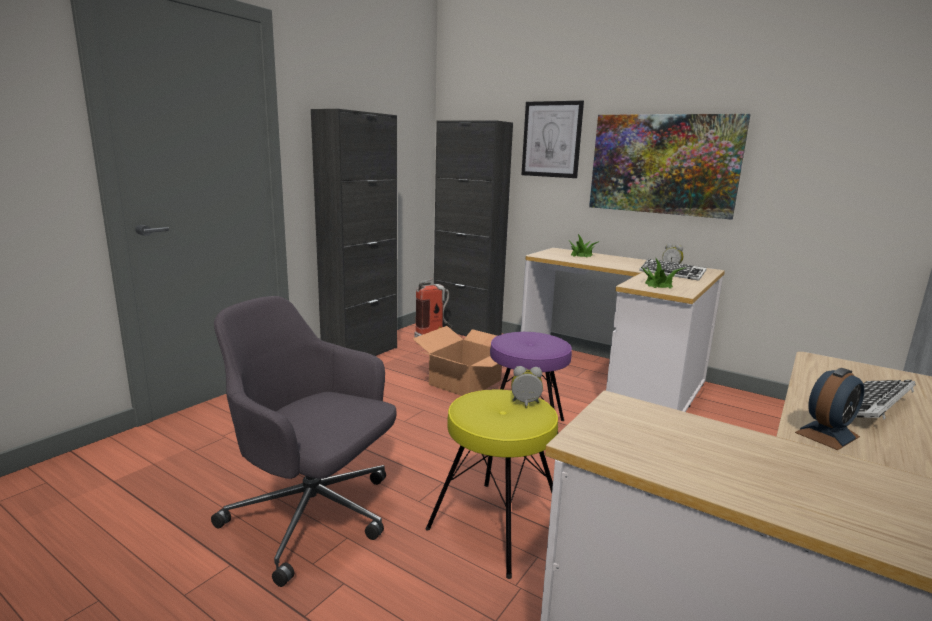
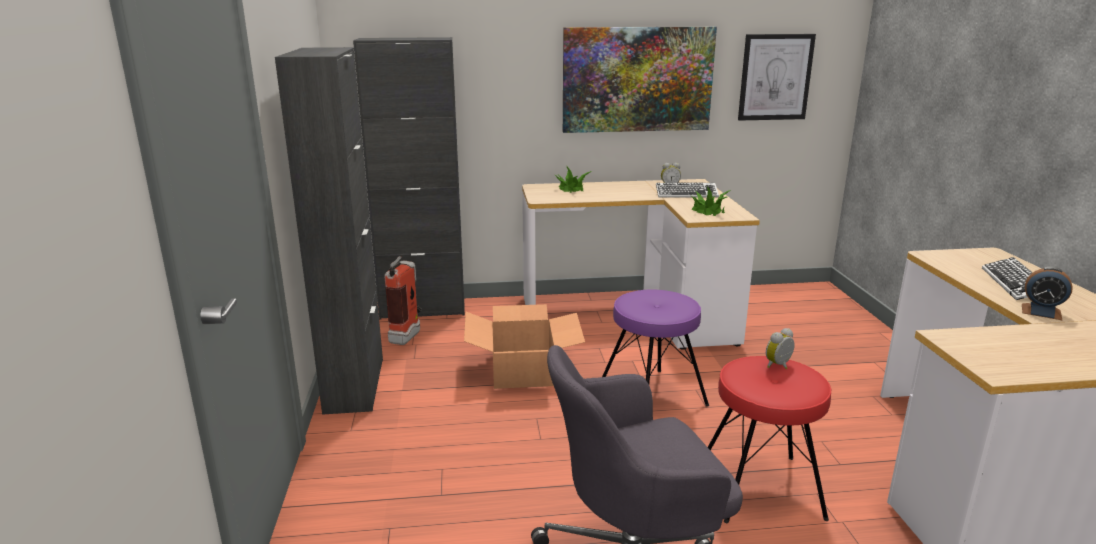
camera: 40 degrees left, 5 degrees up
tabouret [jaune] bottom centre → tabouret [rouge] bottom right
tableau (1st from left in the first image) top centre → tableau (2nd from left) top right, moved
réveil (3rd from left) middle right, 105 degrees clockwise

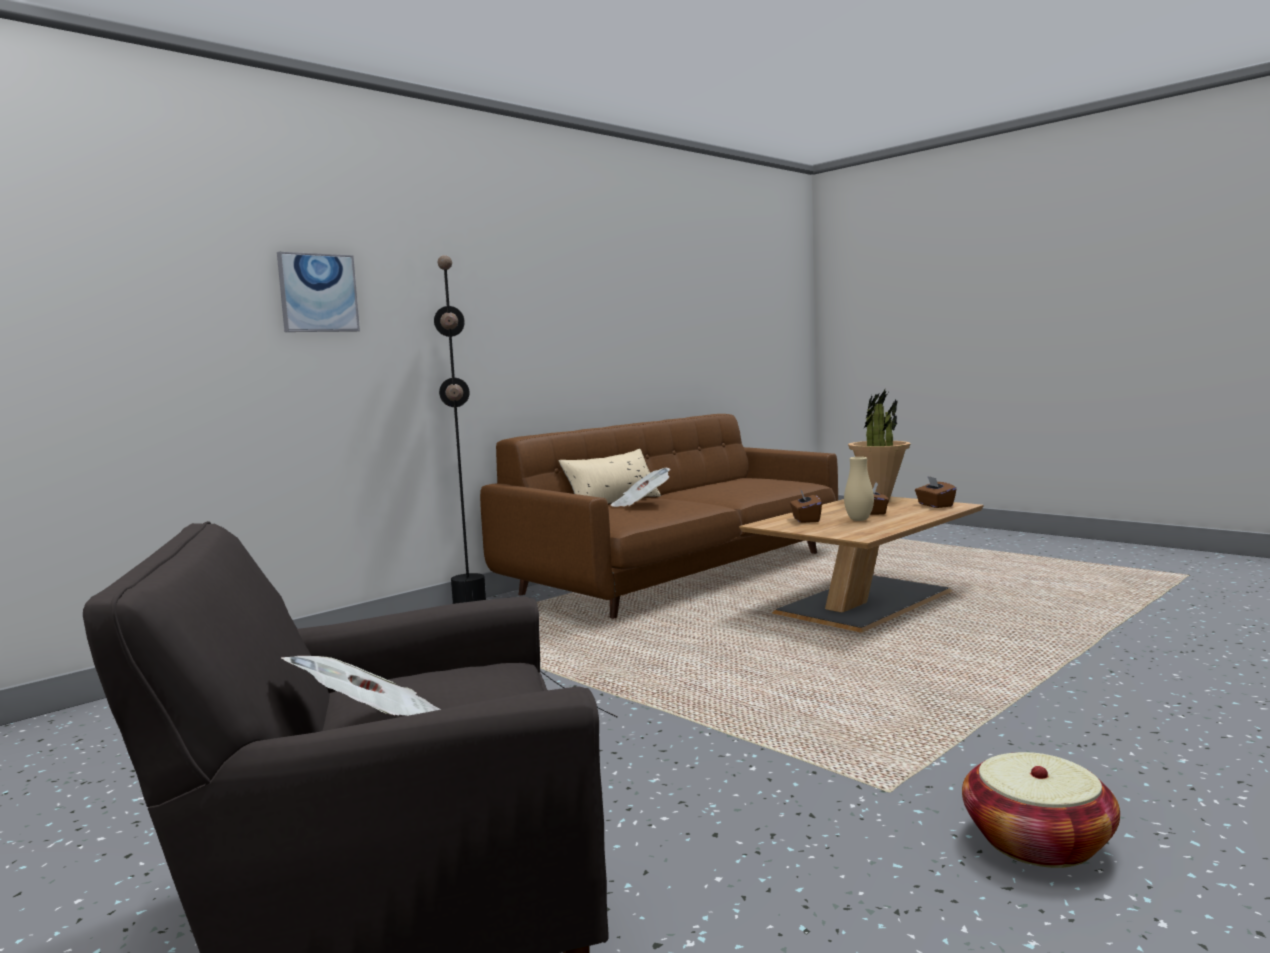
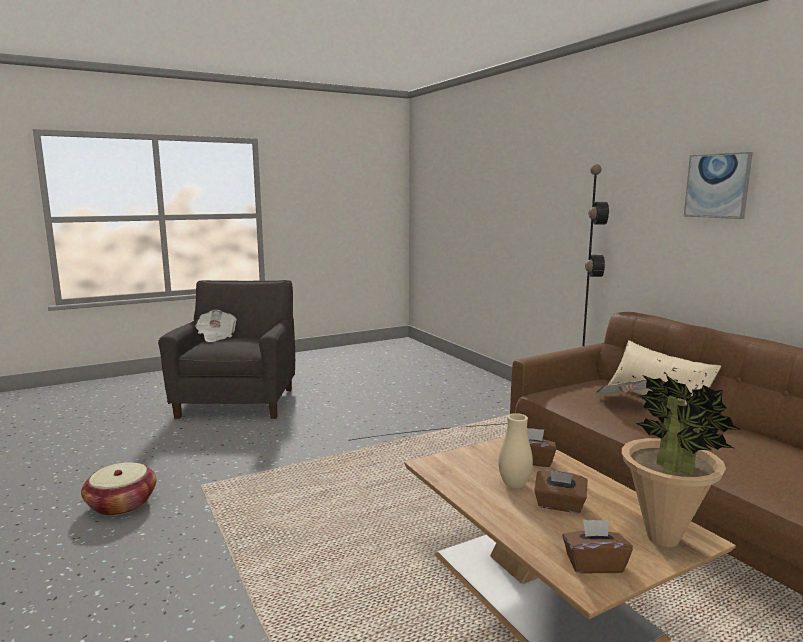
camera: 105 degrees right, 5 degrees up
tableau top left → tableau top right, moved

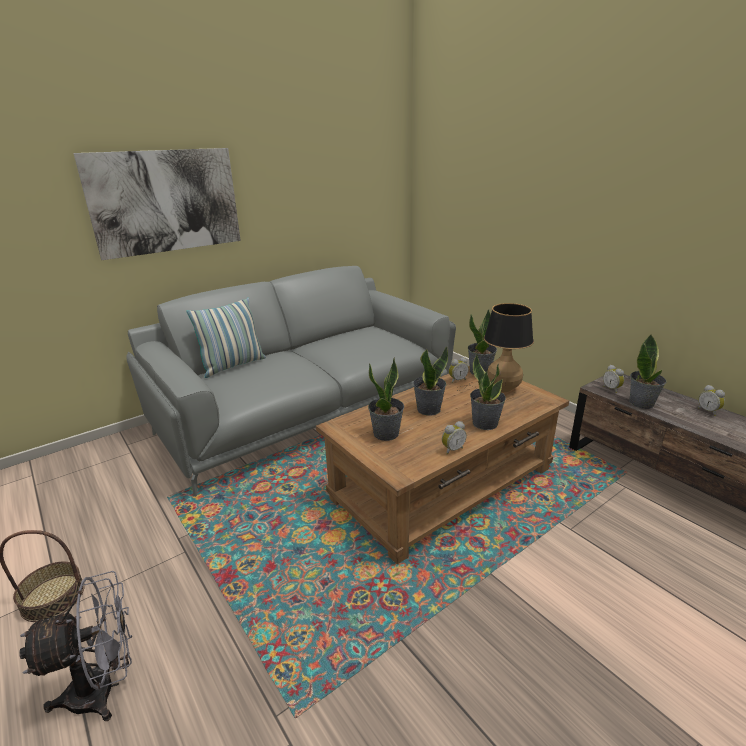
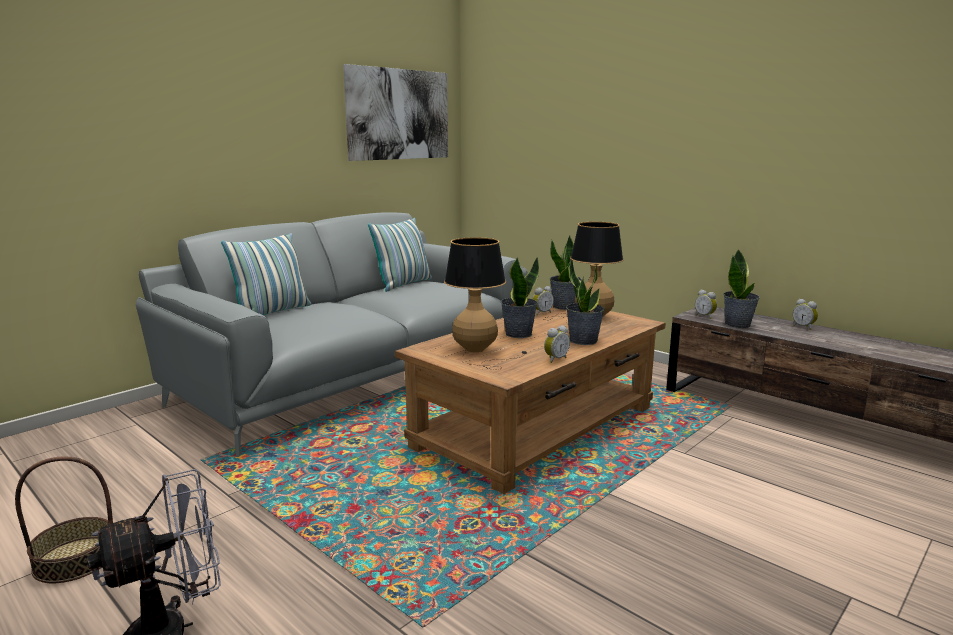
camera: 10 degrees left, 10 degrees down
tableau top left → tableau top centre, moved
plante en pot (1st from left) centre → lampe de table (1st from left) centre
- → coussin (2nd from left) centre

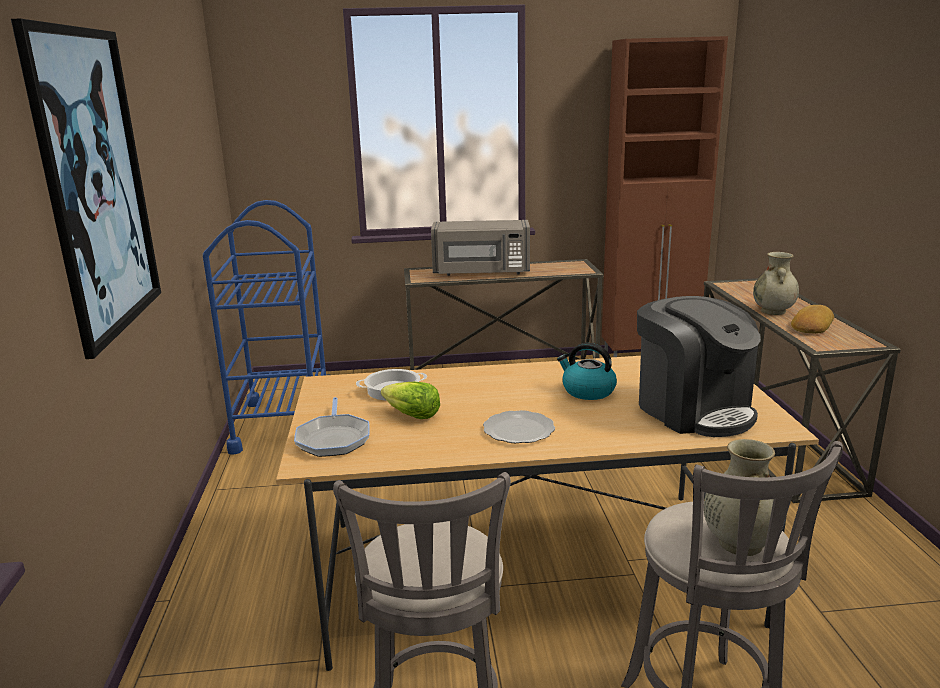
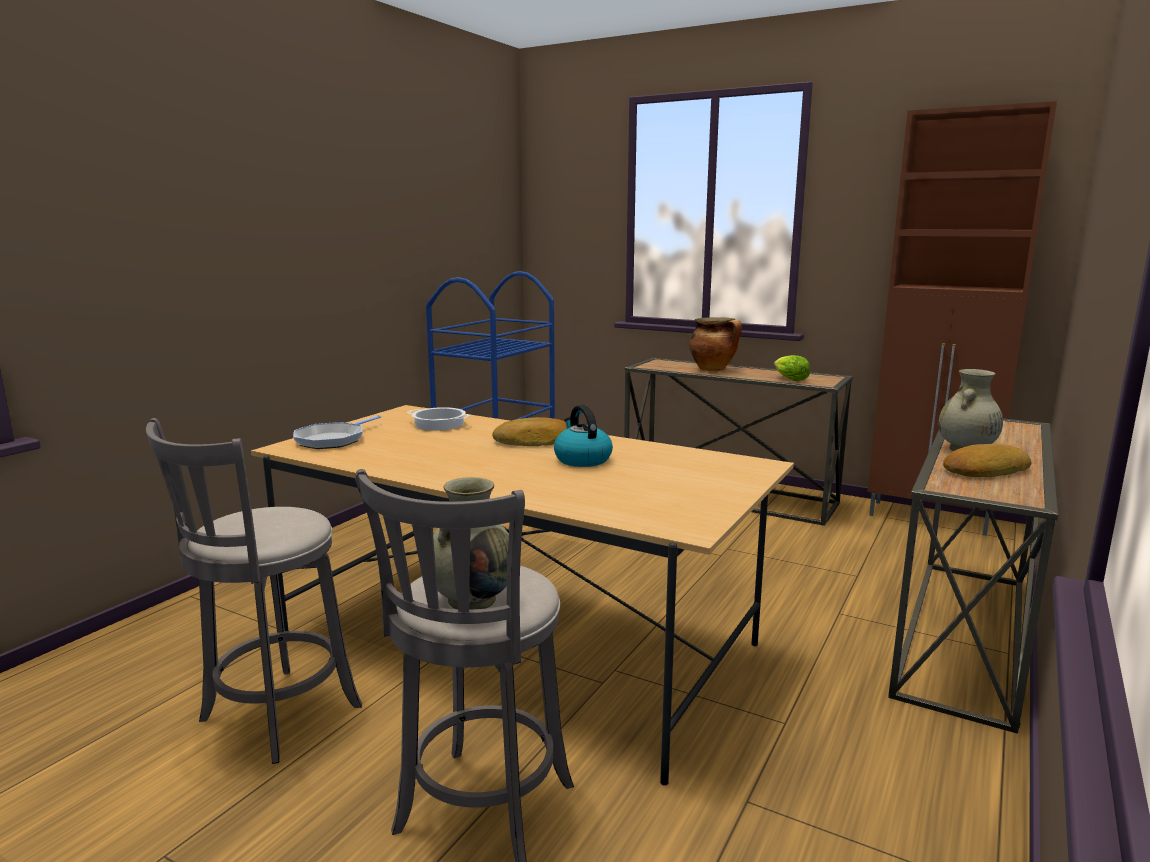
camera: 35 degrees right, 5 degrees down
tableau top left → -
laitue centre → laitue middle right, moved
micro-ondes [gris] centre → marmite (2nd from left) centre
assiette centre → -
machine à café middle right → -
- → pain (1st from left) centre

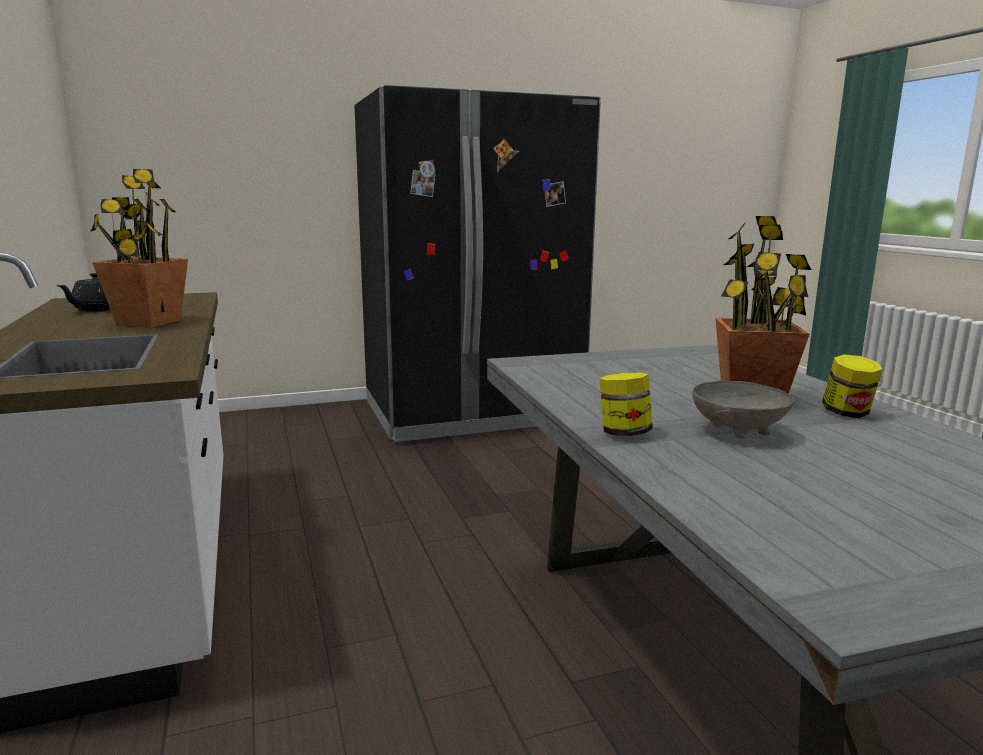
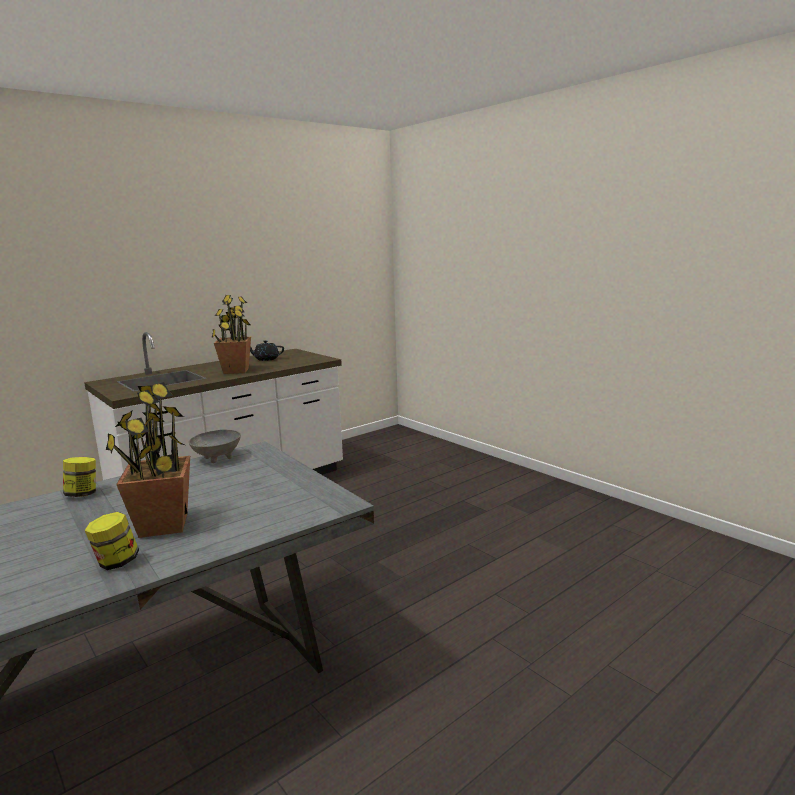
camera: 70 degrees right, 0 degrees up
réfrigérateur [noir] centre → -
bol [gris] middle right → bol [gris] middle left, moved

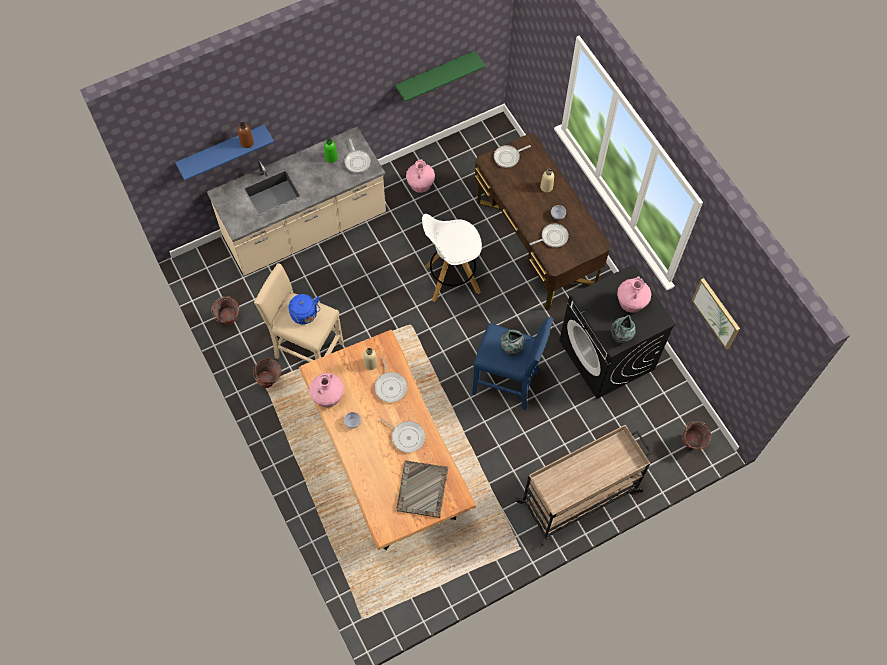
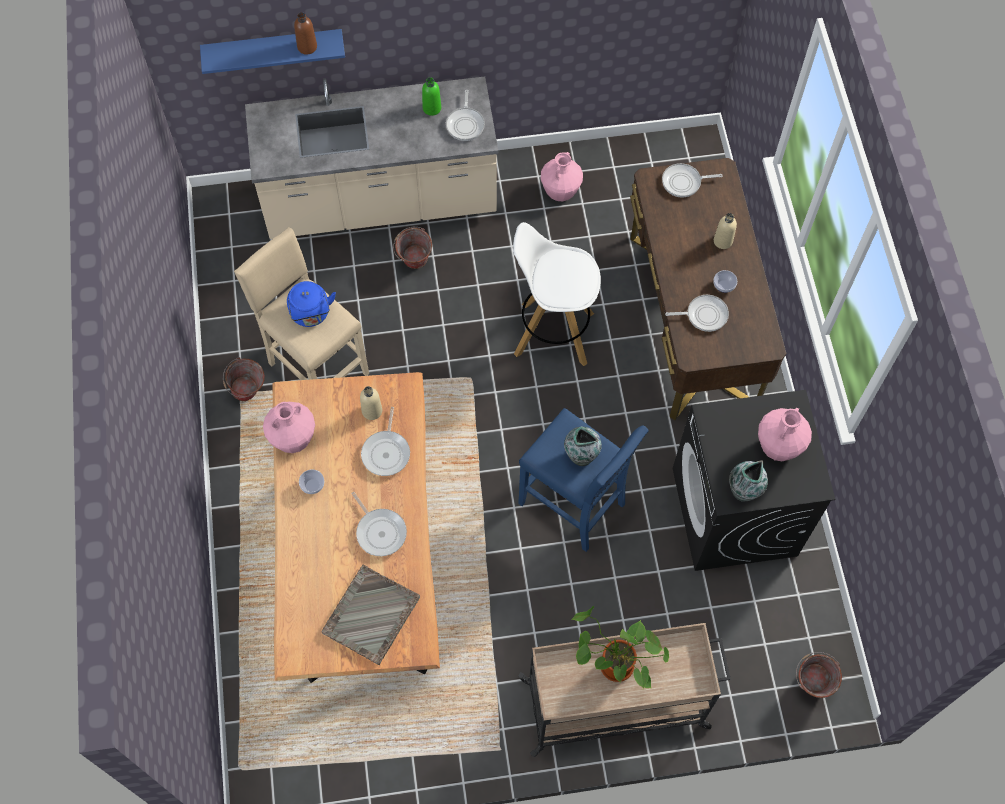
camera: 20 degrees right, 0 degrees up
seau (1st from left in the first image) middle left → seau (2nd from left) top centre, moved
étagère [vert] top centre → -
tableau middle right → -
- → plante en pot bottom centre

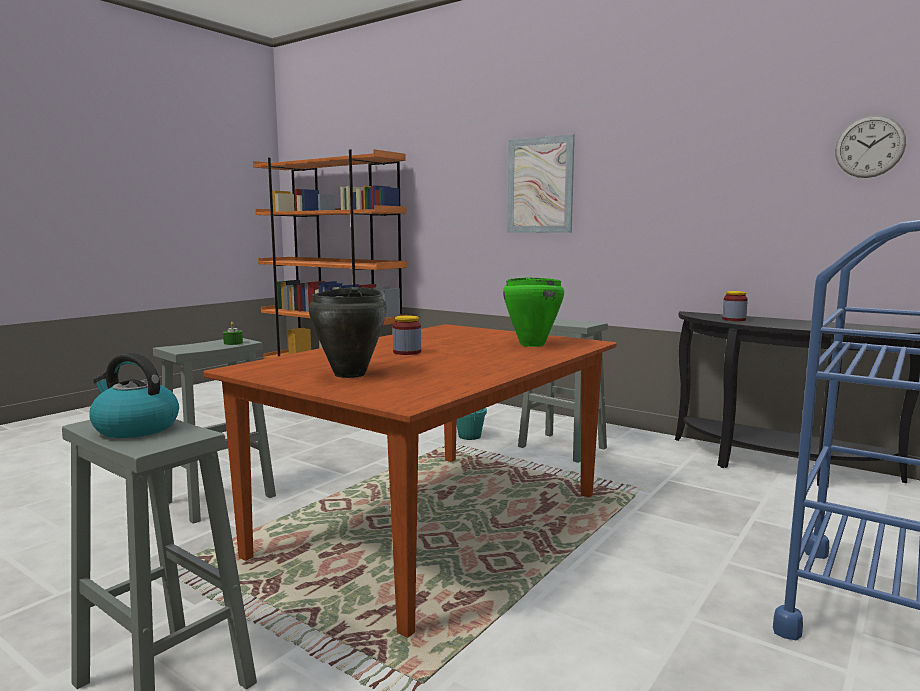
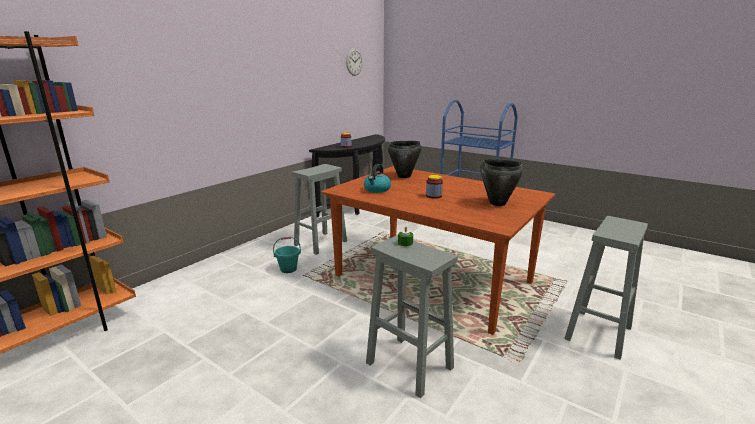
camera: 90 degrees left, 10 degrees up
bouilloire middle left → bouilloire centre, moved
marmite [vert] centre → marmite [noir] (1st from left) centre
tableau top centre → -

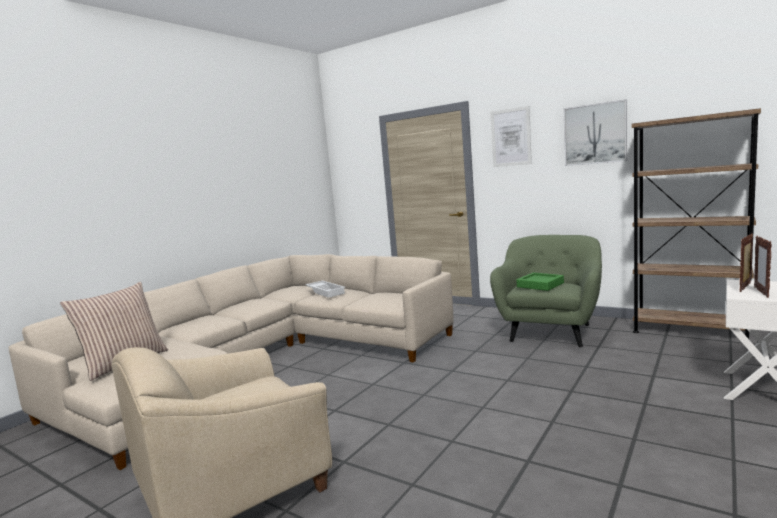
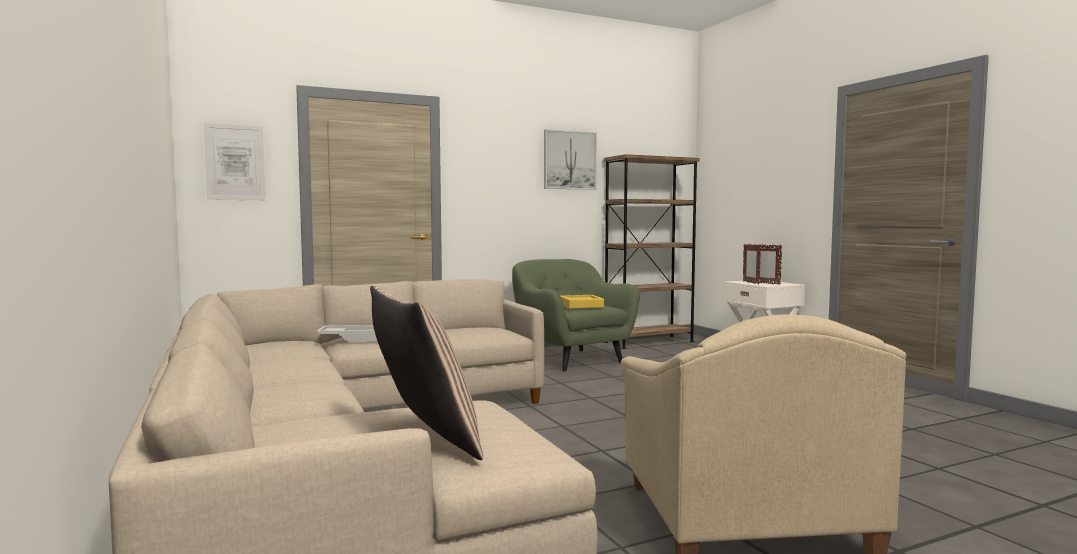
camera: 60 degrees left, 5 degrees down
tableau (1st from left) top centre → tableau (1st from left) top left, moved
plateau [vert] middle right → plateau [jaune] centre

